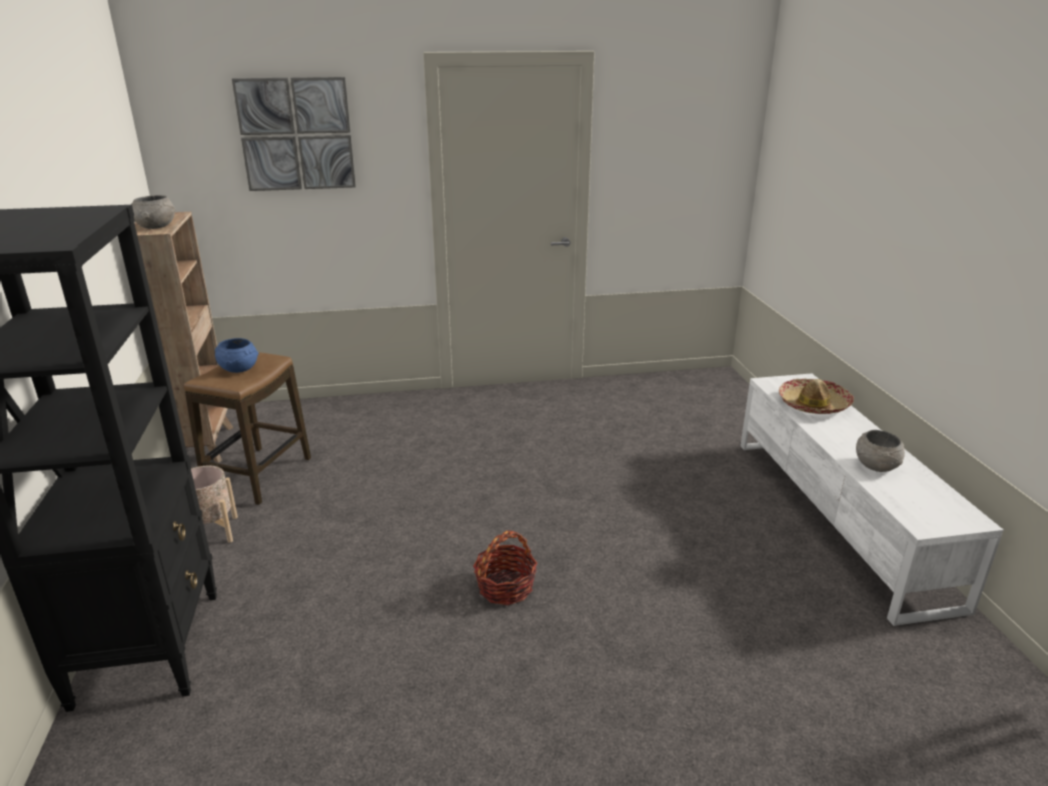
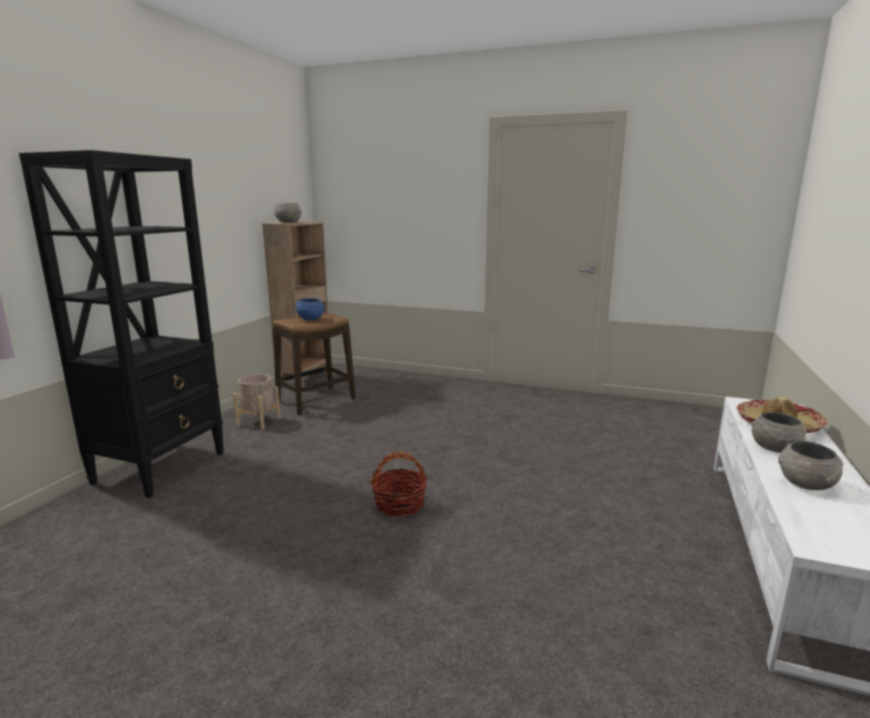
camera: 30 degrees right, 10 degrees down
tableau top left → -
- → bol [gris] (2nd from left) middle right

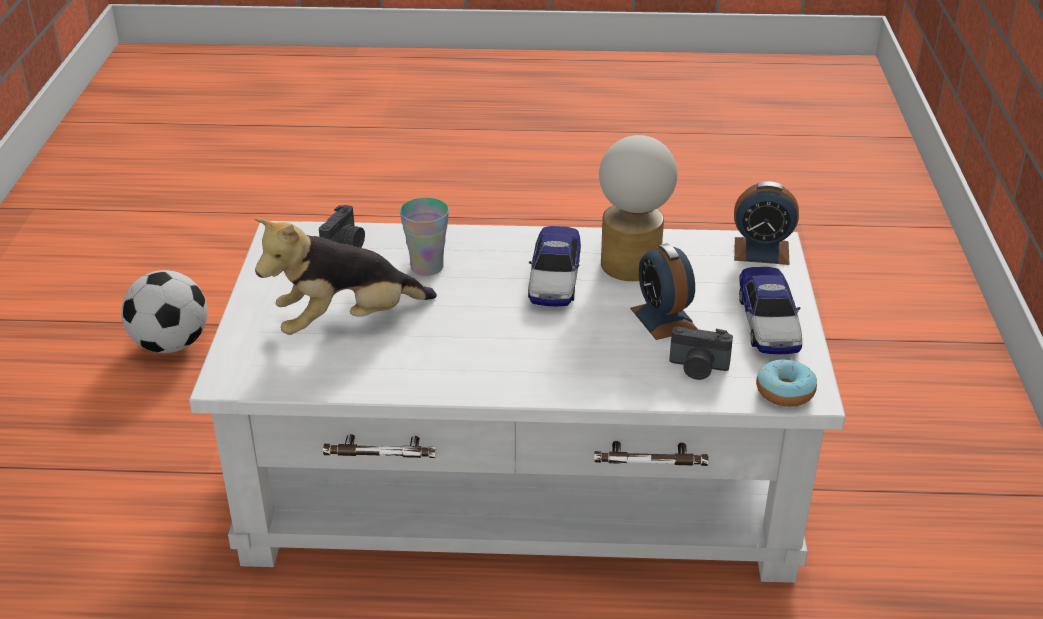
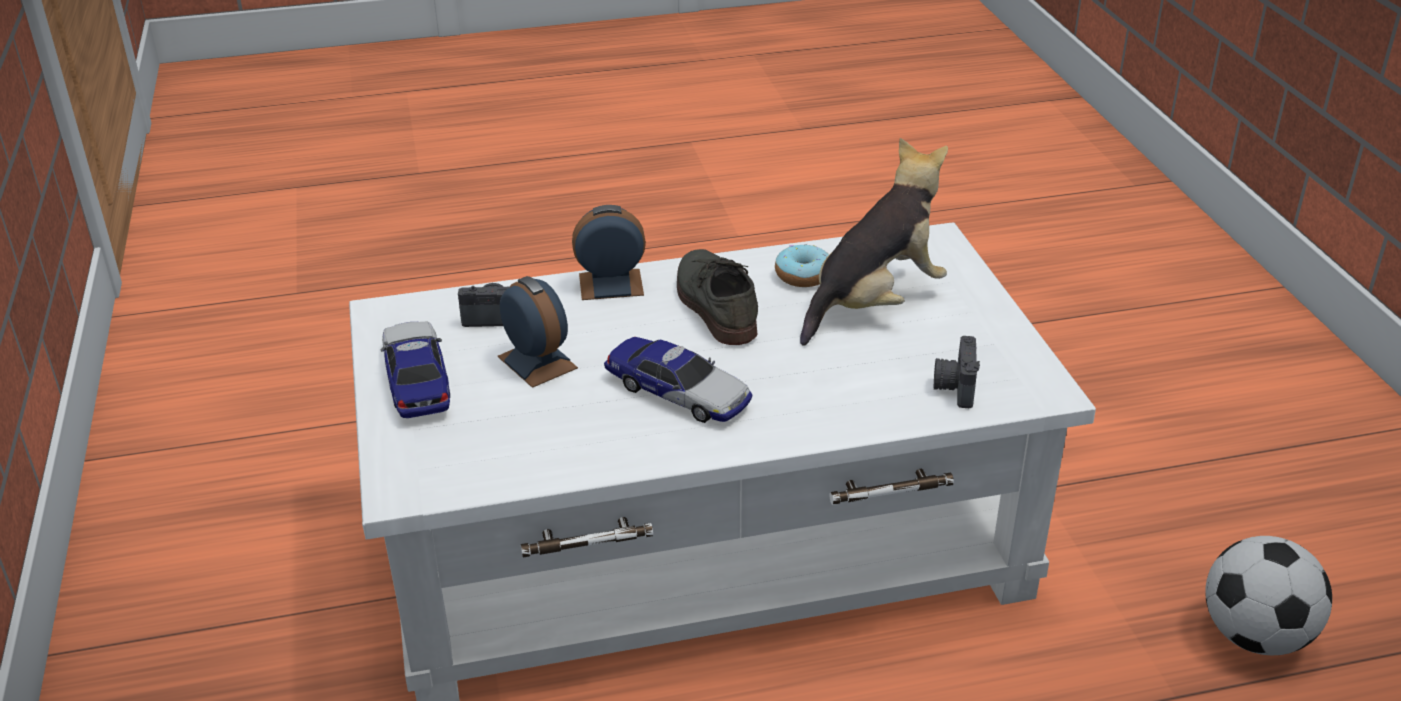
camera: 165 degrees right, 0 degrees up
tasse centre → -
petite voiture (1st from left in the first image) centre → petite voiture (2nd from left) centre, 135 degrees clockwise
lampe de table centre → -
réveil (2nd from left) middle right → réveil (2nd from left) centre, moved
beignet middle right → beignet centre, moved
- → chaussure [gris] centre

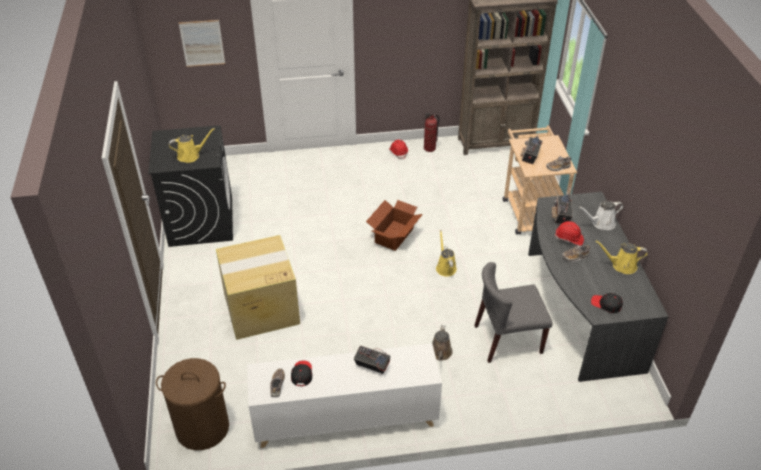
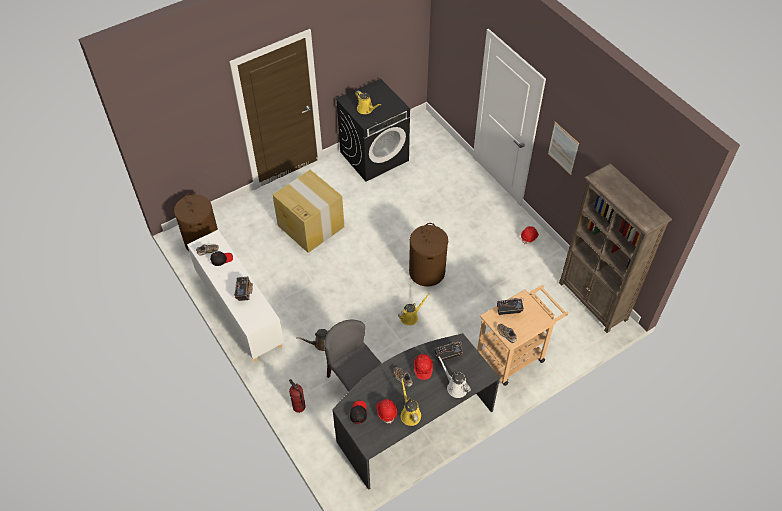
camera: 65 degrees right, 10 degrees up
tableau top left → tableau top right, moved
carton (2nd from left) centre → panier à linge [marron] (2nd from left) centre
extincteur top centre → extincteur bottom centre, moved
- → casque de chantier [rouge] (1st from left) bottom centre

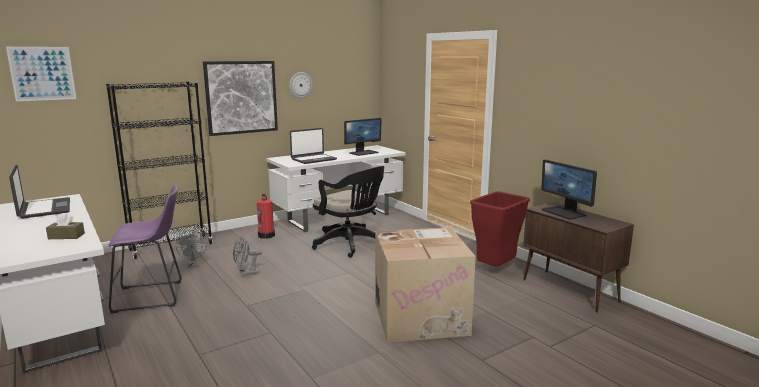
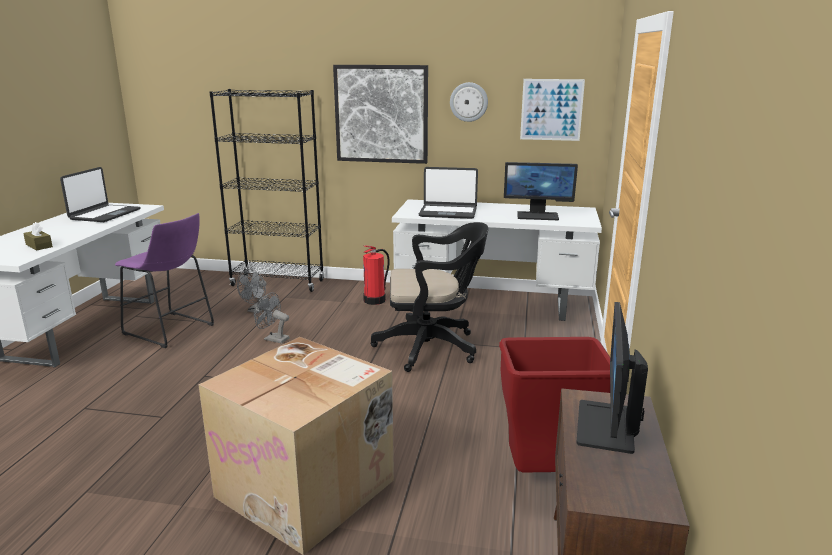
camera: 45 degrees right, 5 degrees up
tableau (1st from left in the first image) top left → tableau (2nd from left) top centre, moved
chaise de bureau [noir] centre, 90 degrees counterclockwise

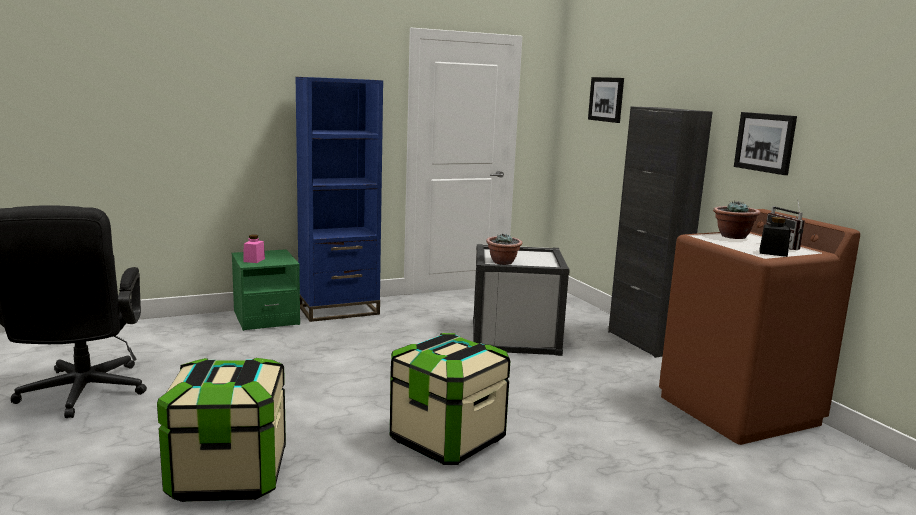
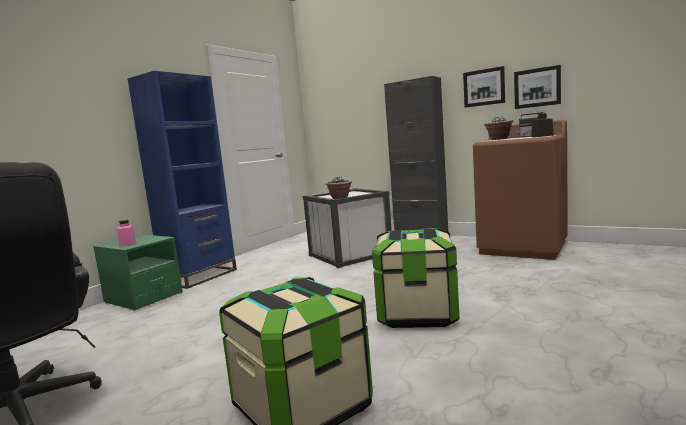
camera: 30 degrees left, 5 degrees down
tableau (1st from left in the first image) top centre → tableau (2nd from left) top right, moved

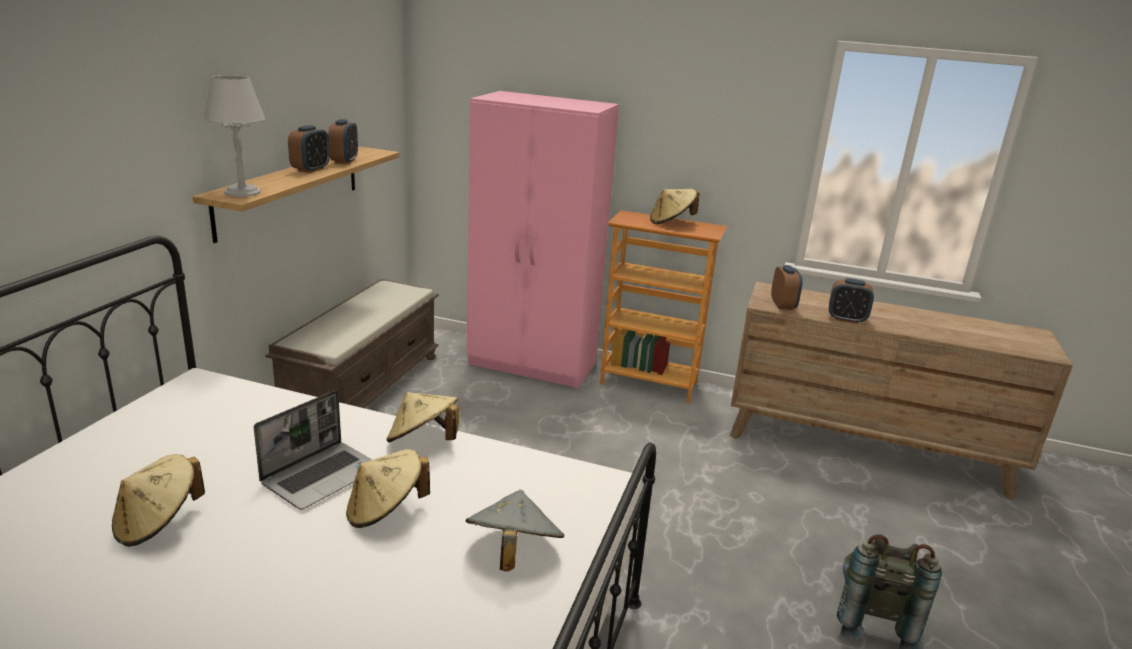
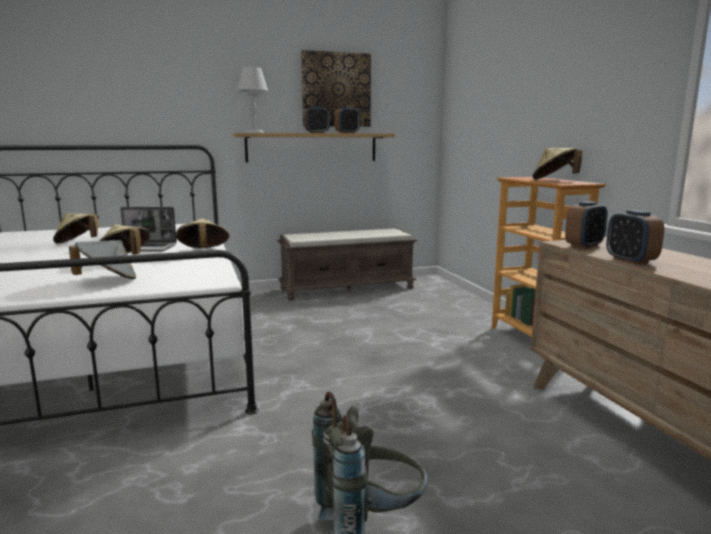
camera: 55 degrees right, 10 degrees down
armoire [rose] centre → -
- → tableau top centre

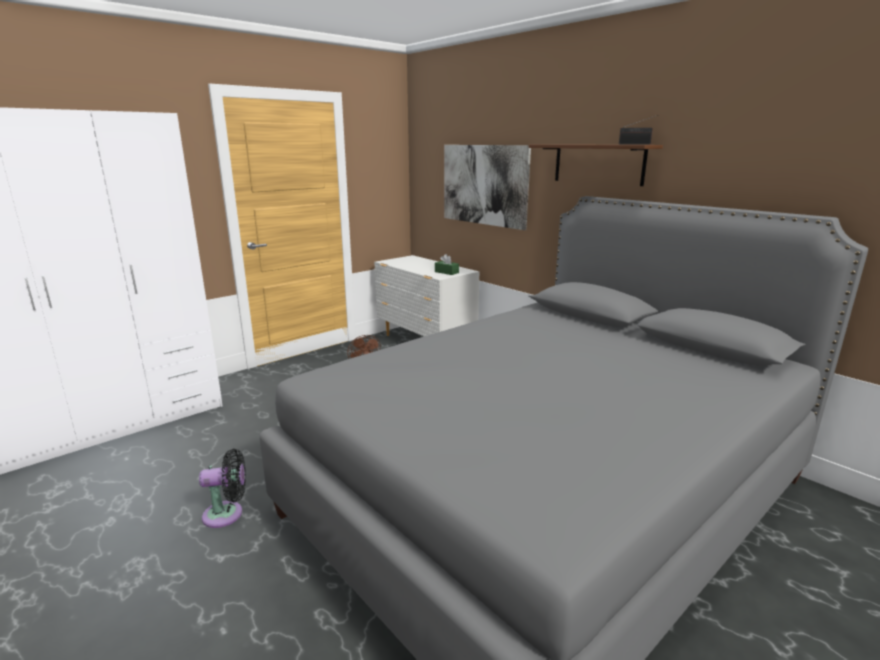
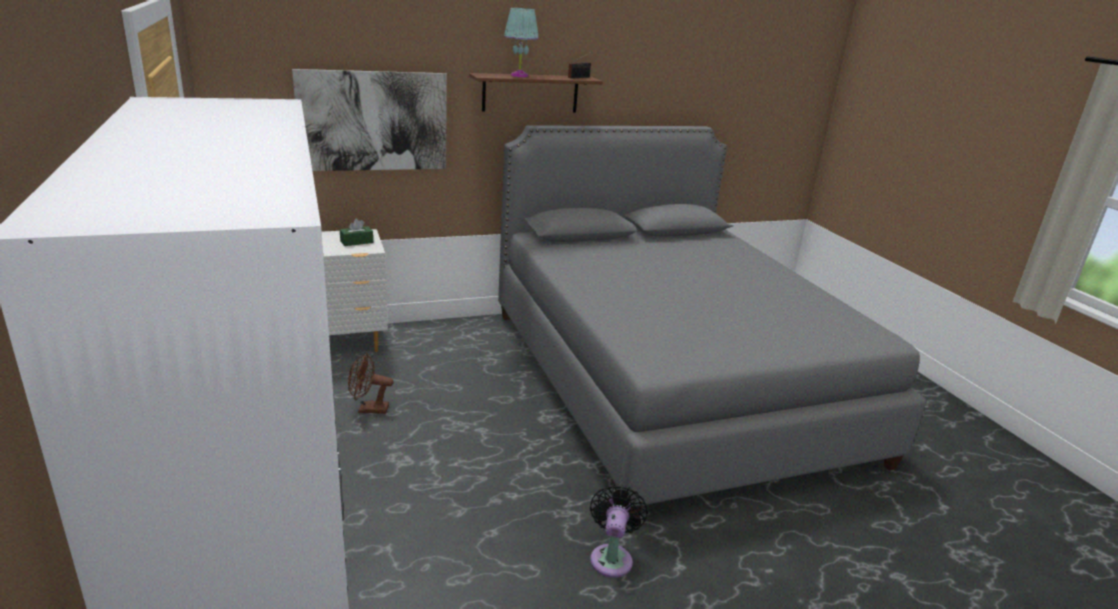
camera: 70 degrees left, 5 degrees up
- → lampe de table [turquoise] top centre

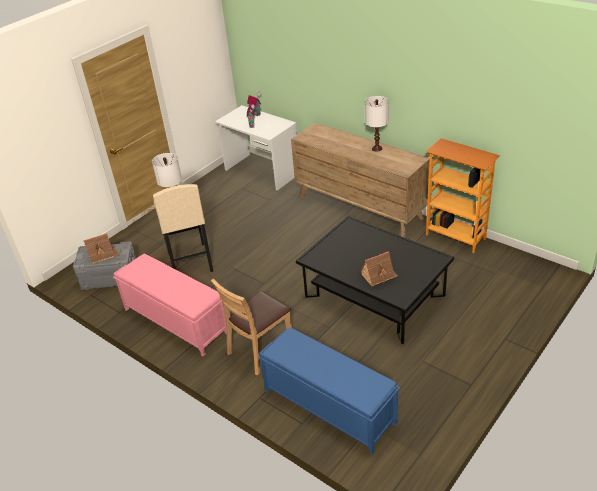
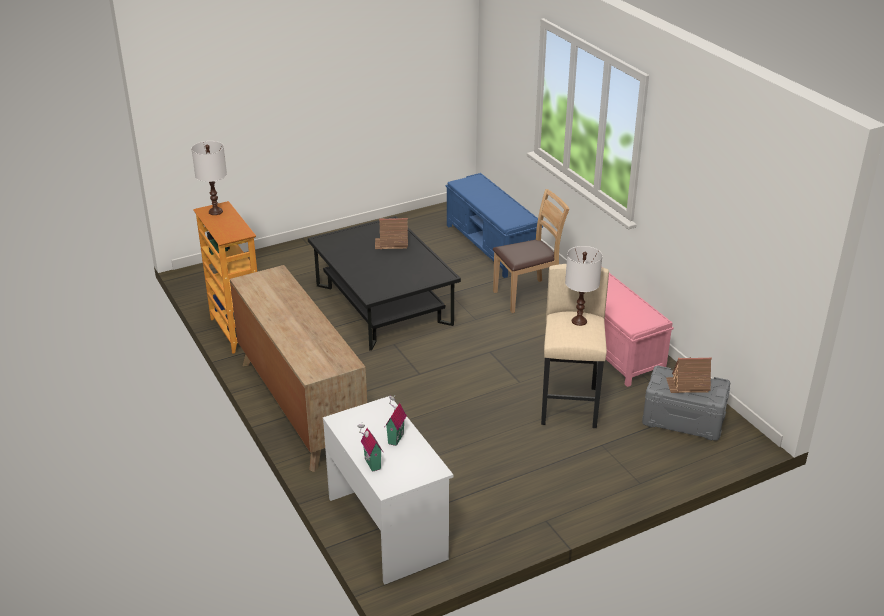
camera: 160 degrees left, 5 degrees down
lampe de table [blanc] (2nd from left in the first image) top centre → lampe de table [blanc] (1st from left) top left, moved

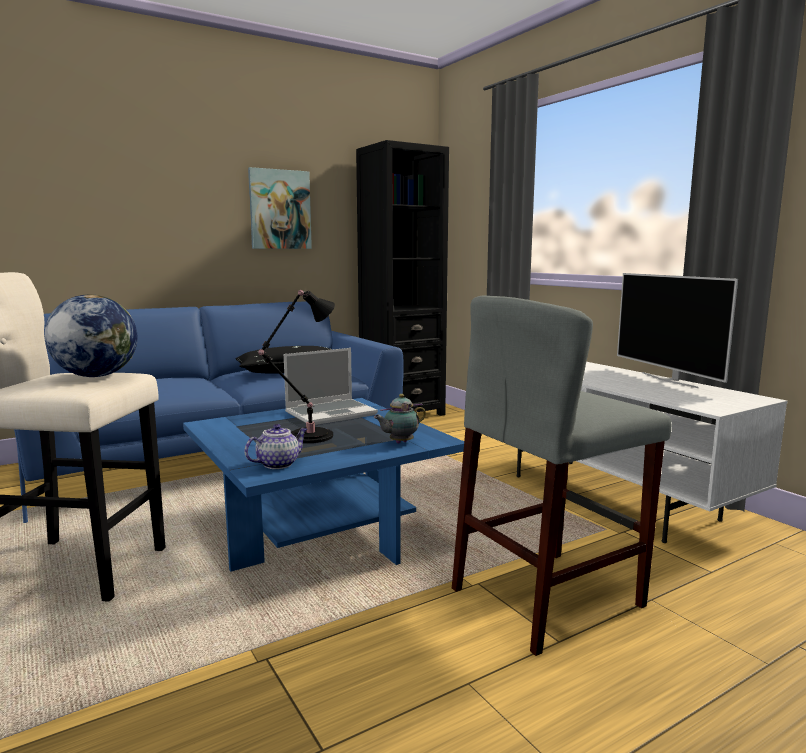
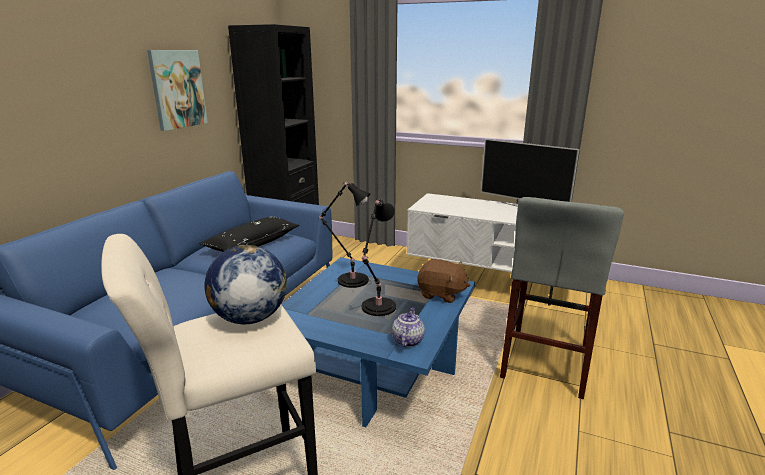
camera: 35 degrees left, 10 degrees up
ordinateur portable centre → lampe de table [noir] (1st from left) centre
théière (2nd from left) centre → peluche [marron] centre

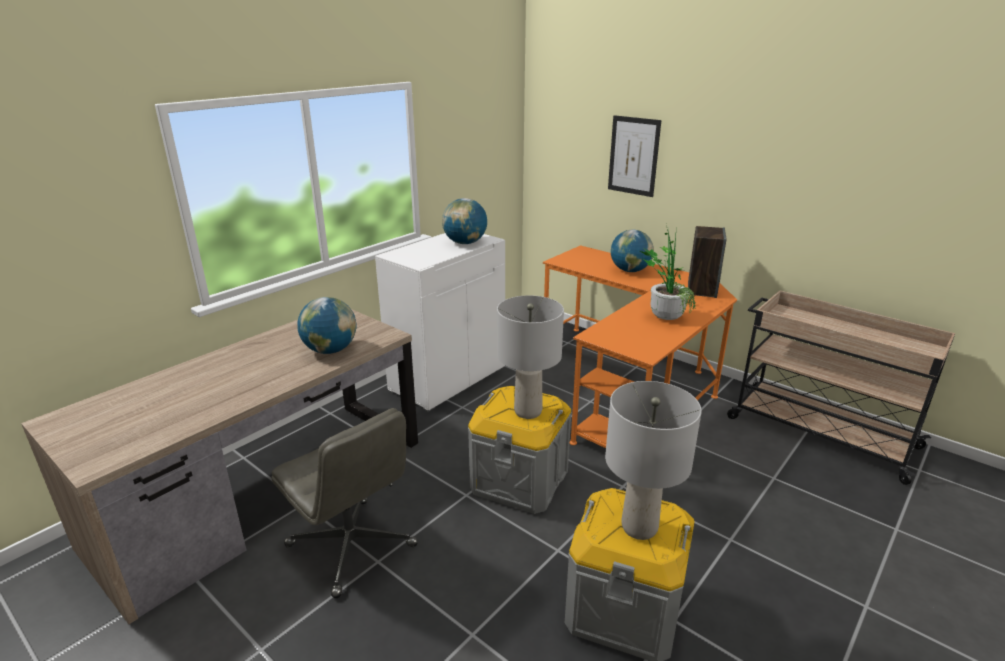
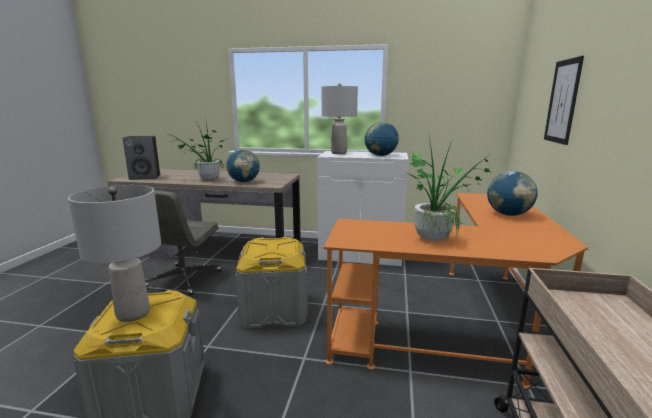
camera: 60 degrees right, 10 degrees down
lampe de table [gris] (1st from left in the first image) centre → lampe de table [gris] (2nd from left) top centre, moved
enceinte middle right → enceinte middle left, moved
- → plante en pot (1st from left) middle left

